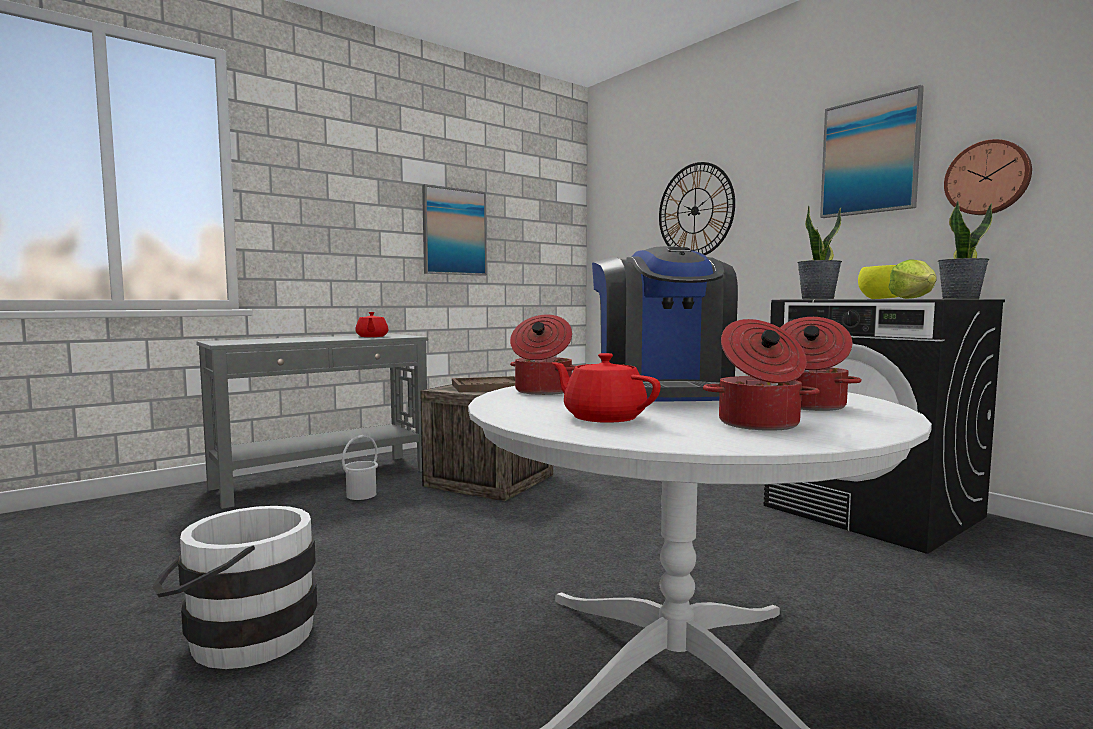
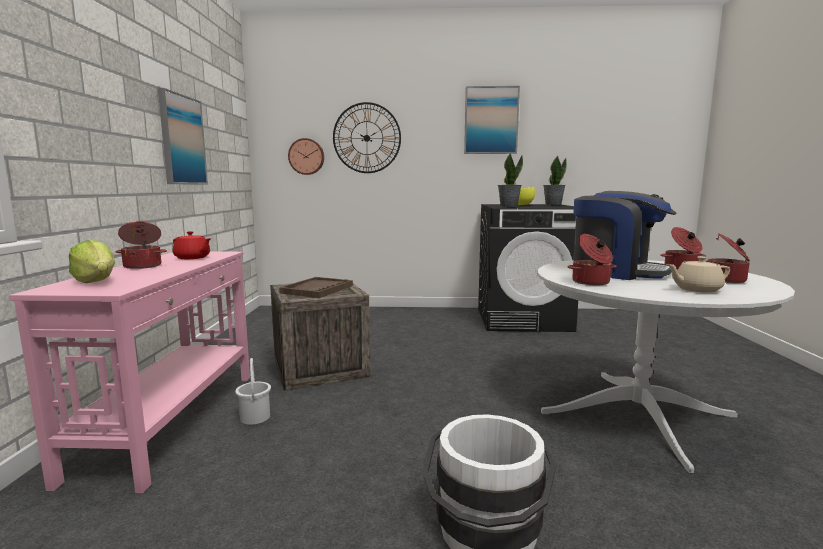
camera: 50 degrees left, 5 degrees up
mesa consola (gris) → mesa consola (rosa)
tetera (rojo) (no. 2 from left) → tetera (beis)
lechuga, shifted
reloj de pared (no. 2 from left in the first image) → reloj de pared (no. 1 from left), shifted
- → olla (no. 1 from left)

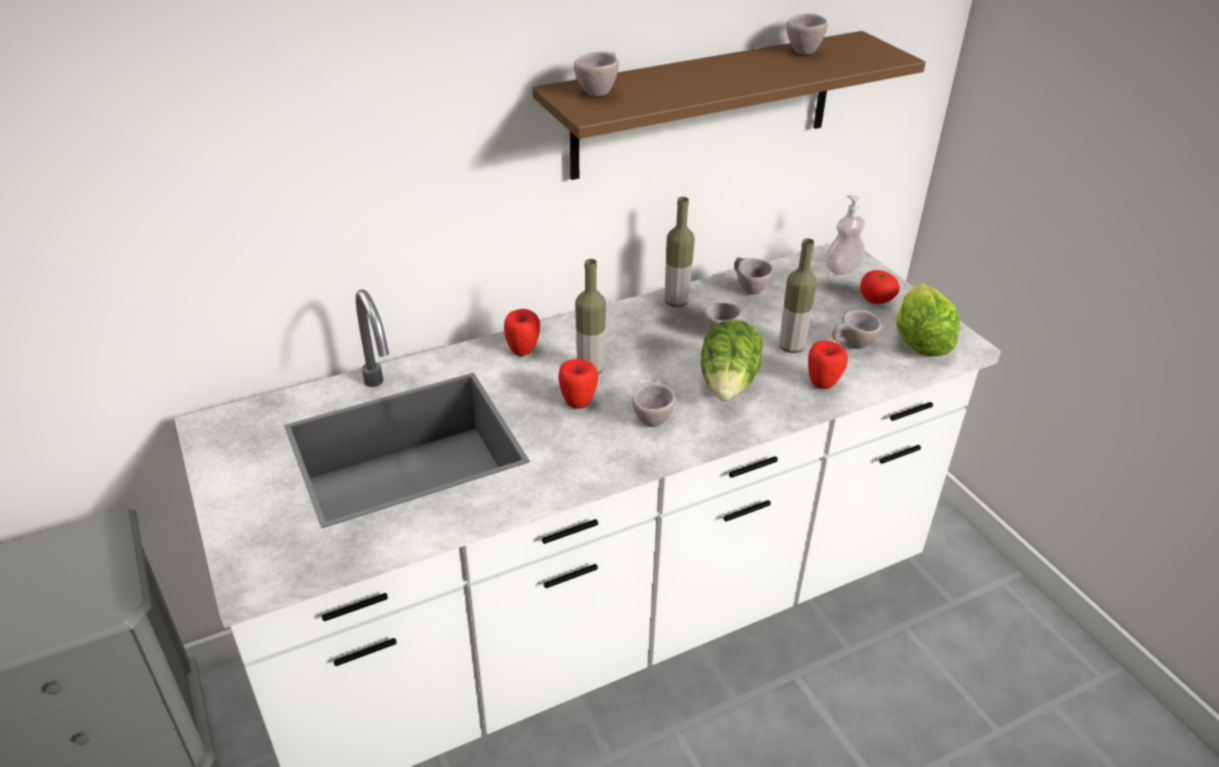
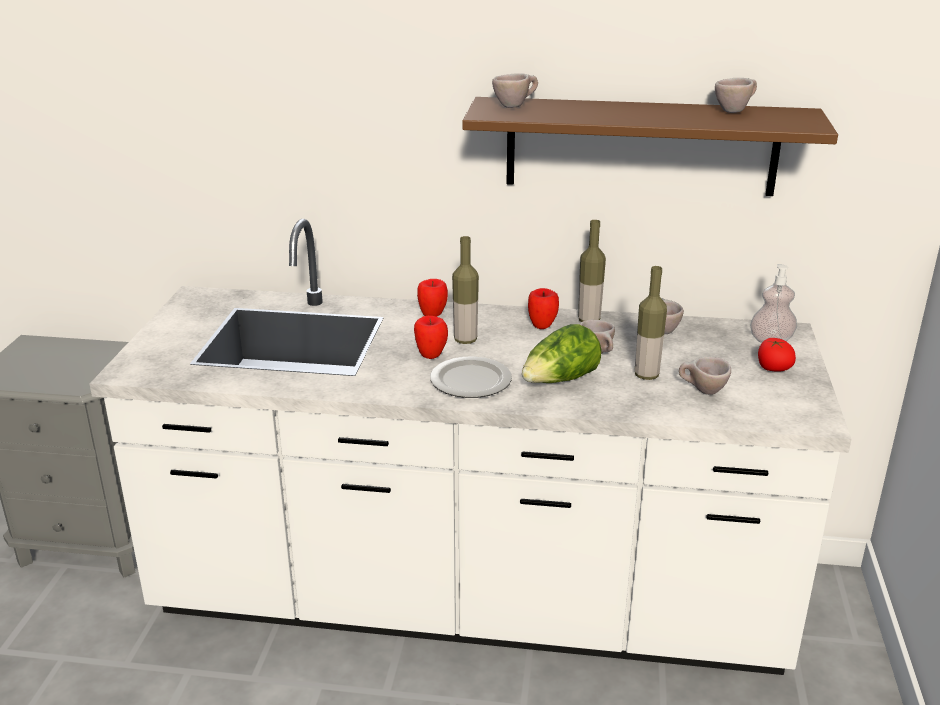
camera: 35 degrees right, 10 degrees down
taza (beis) (no. 2 from left) → plato
manzana (no. 3 from left), shifted
lechuga (no. 2 from left) → -

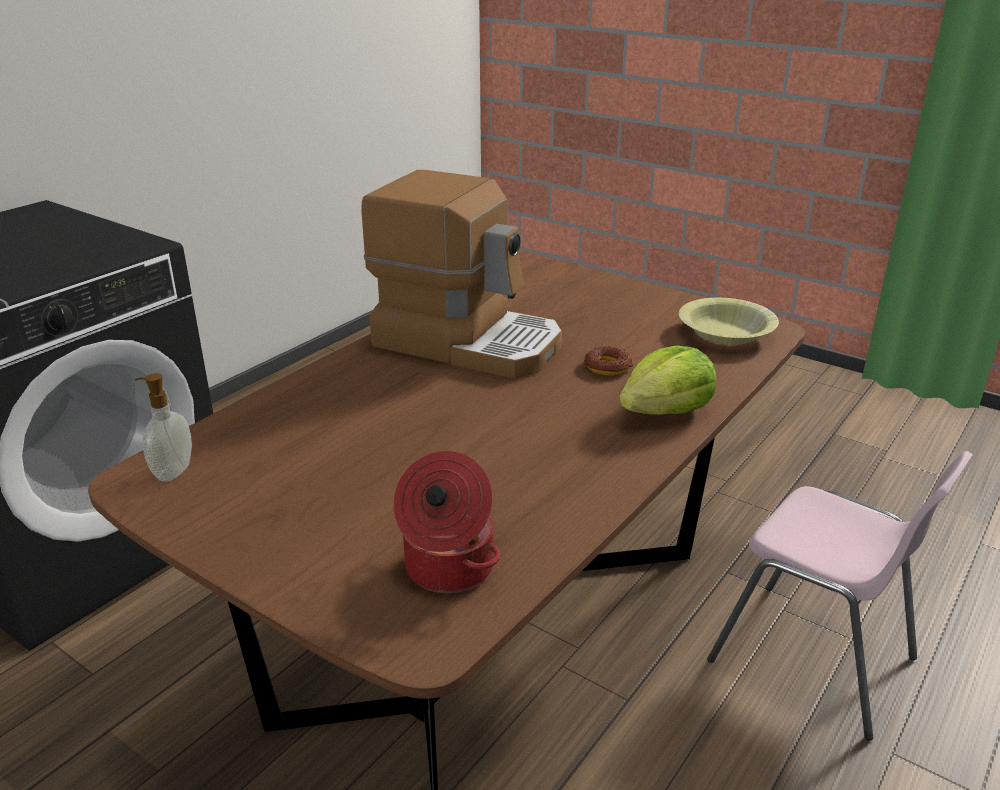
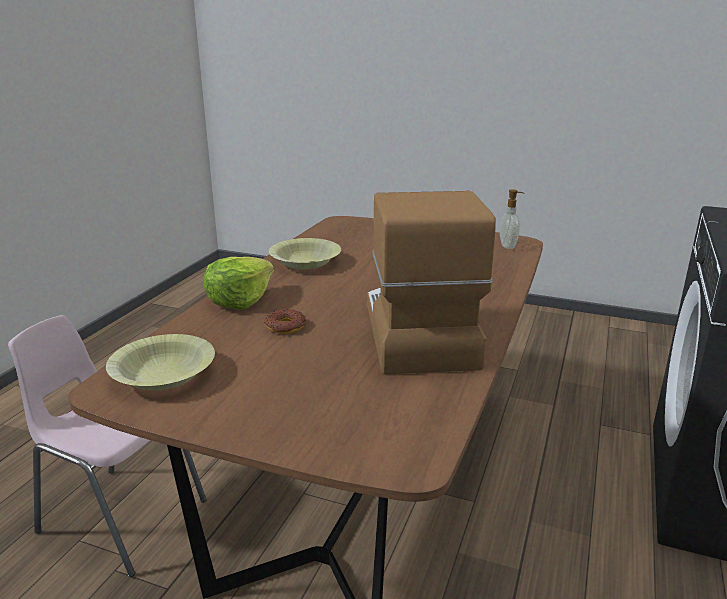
camera: 165 degrees right, 5 degrees down
cafetera, 75 degrees clockwise
olla → -
- → cuenco (amarillo) (no. 2 from left)

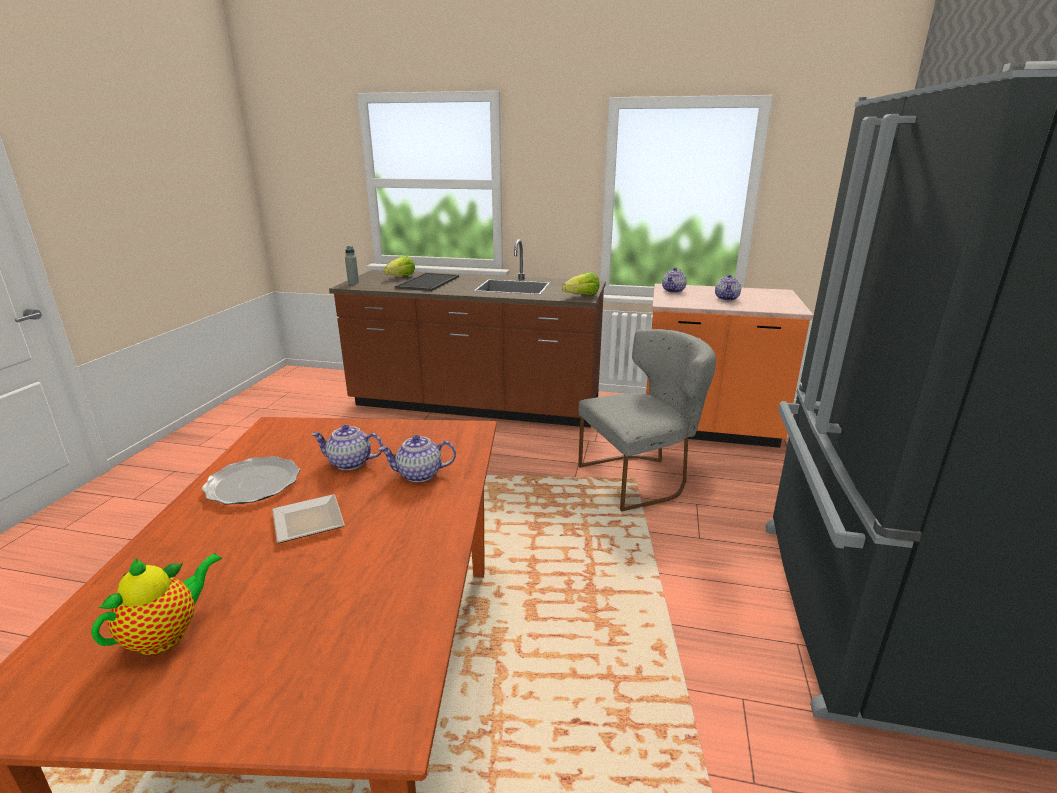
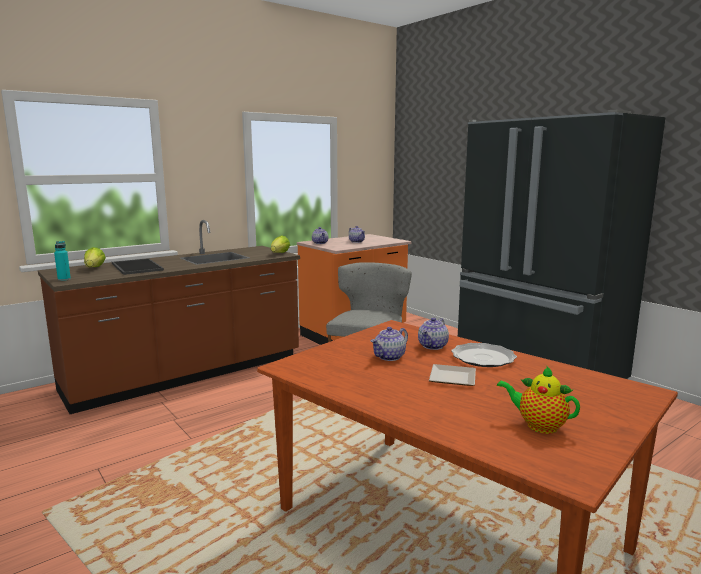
camera: 50 degrees left, 10 degrees down
tetera (no. 1 from left in the first image) → tetera (no. 5 from left), 45 degrees counterclockwise
plato (no. 1 from left in the first image) → plato (no. 2 from left), shifted
botella (gris) → botella (turquesa)

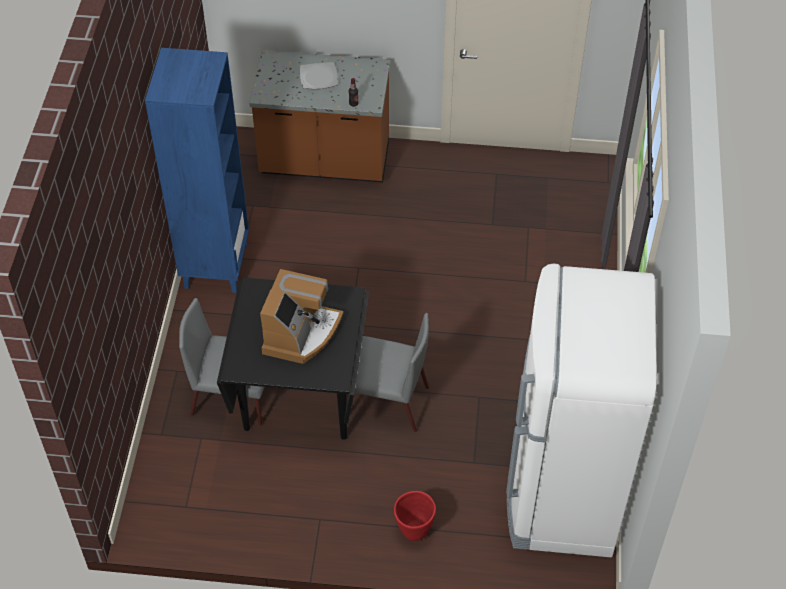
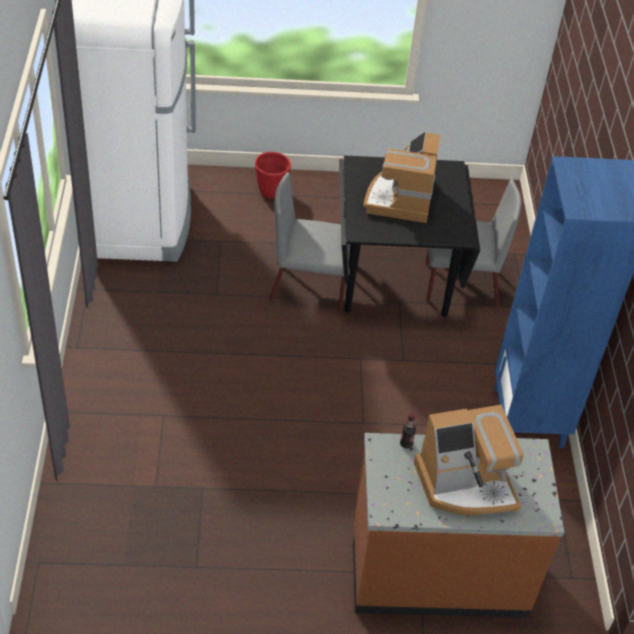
camera: 170 degrees right, 5 degrees down
plato → cafetera (no. 2 from left)

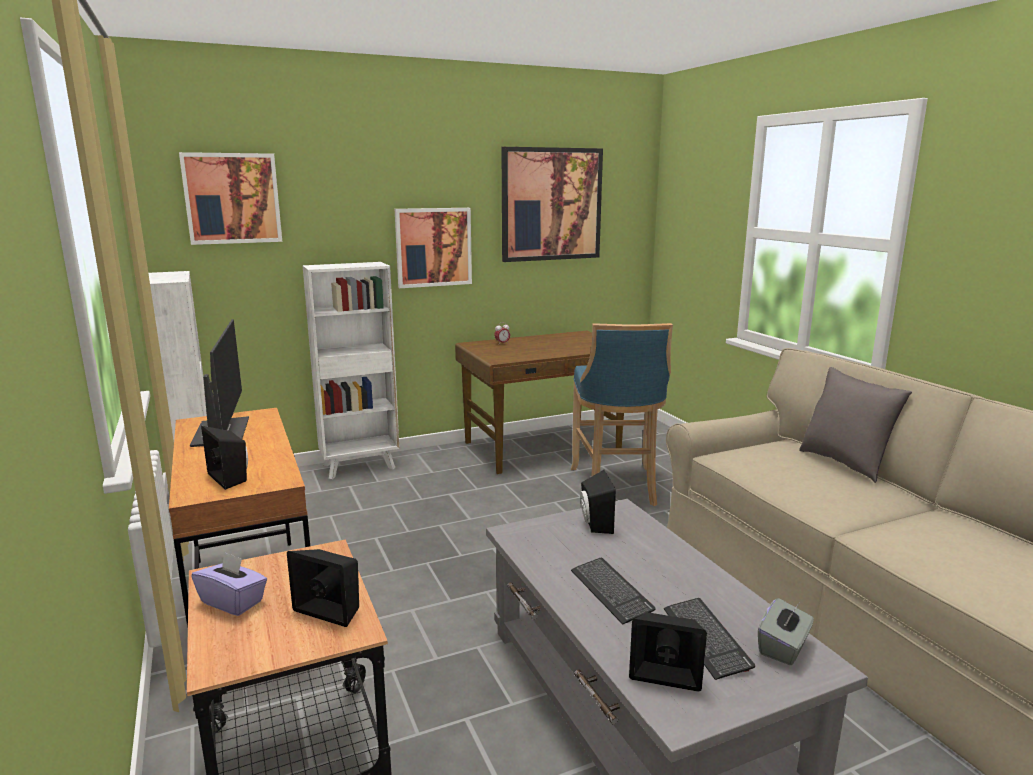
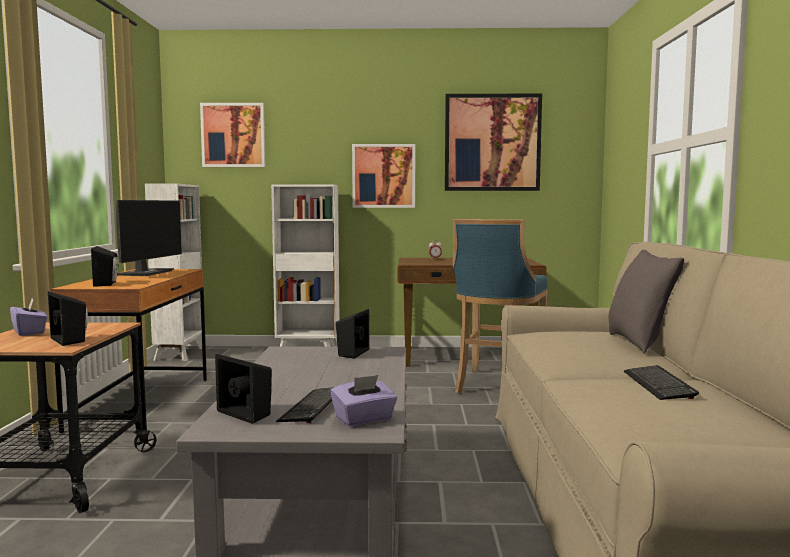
camera: 25 degrees right, 10 degrees down
teclado (no. 1 from left in the first image) → teclado (no. 2 from left), shifted
caja de pañuelos (gris) → caja de pañuelos (morado) (no. 2 from left)

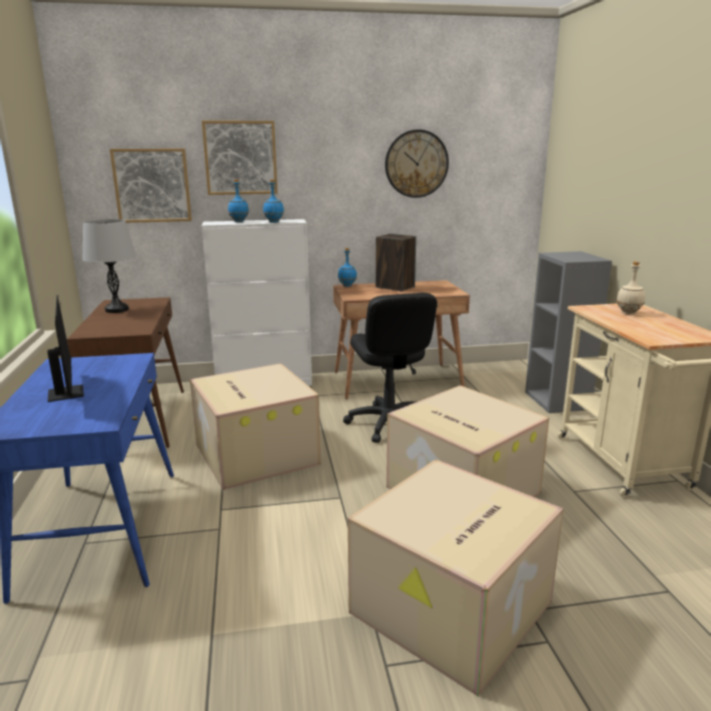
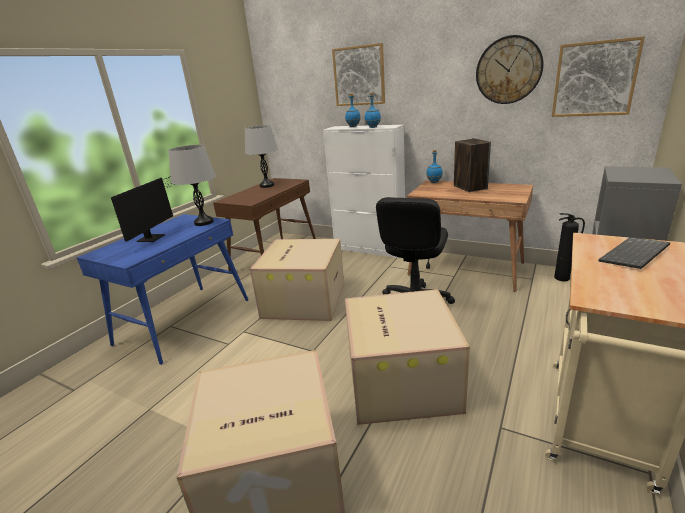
camera: 40 degrees right, 5 degrees up
cuadro (no. 1 from left in the first image) → cuadro (no. 2 from left), shifted
botella (beis) → teclado
- → lámpara de mesa (gris) (no. 1 from left)
- → extintor

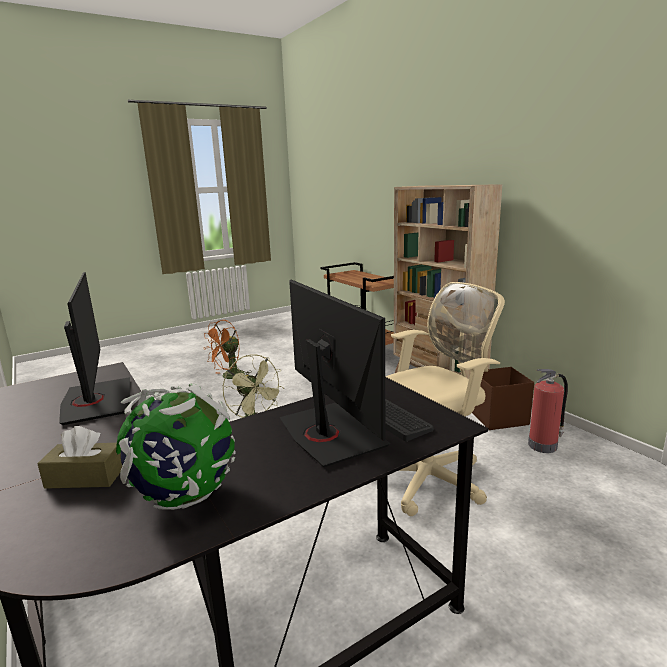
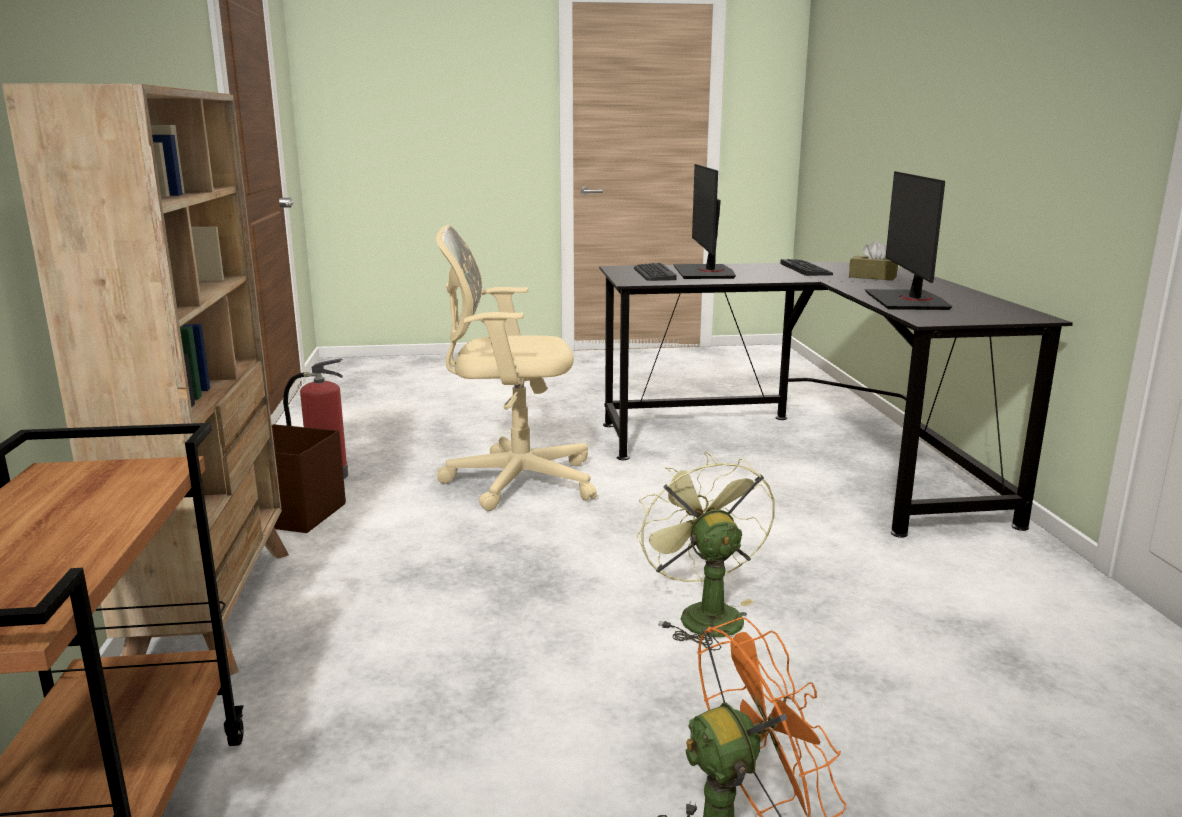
camera: 155 degrees left, 0 degrees up
globo terráqueo → teclado (no. 2 from left)

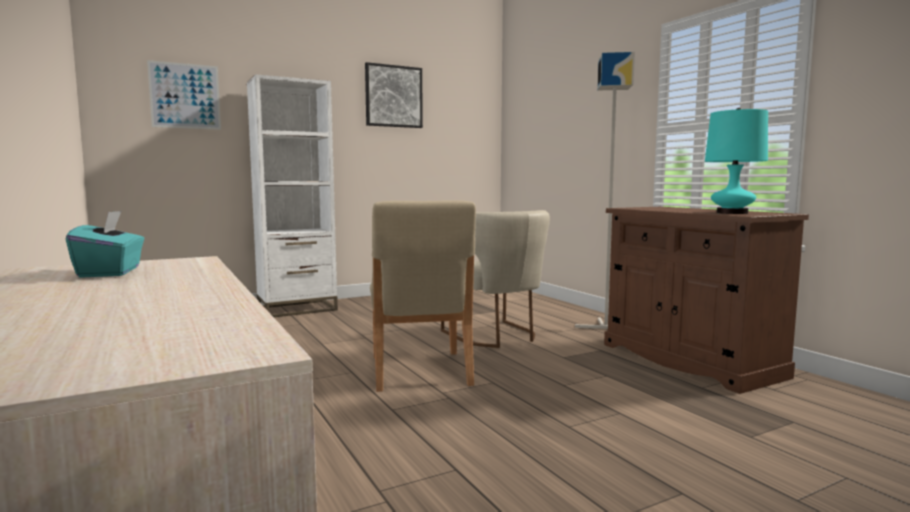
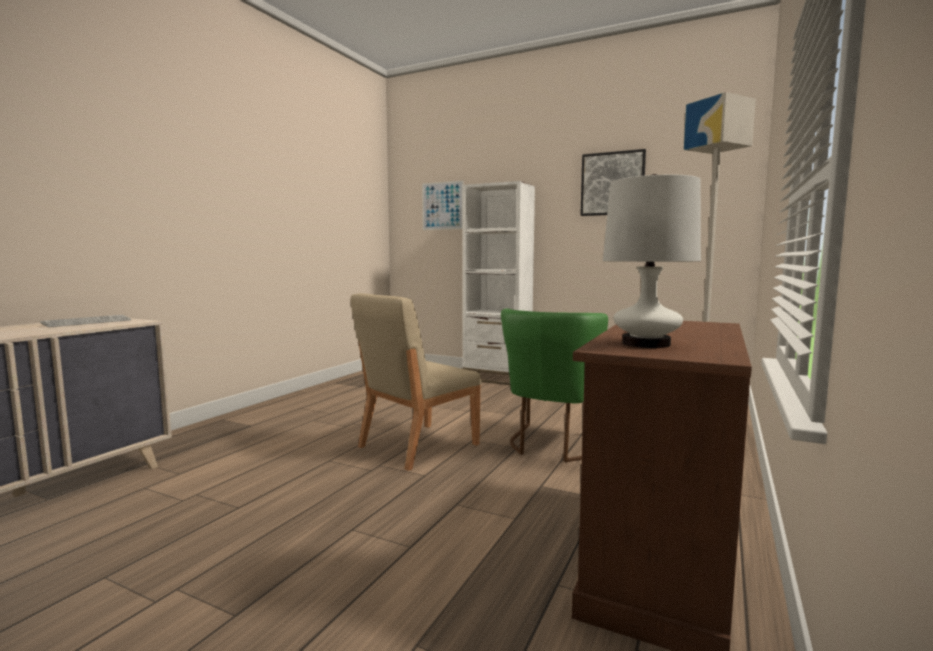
camera: 55 degrees right, 0 degrees up
caja de pañuelos (turquesa) → teclado
silla (beis) (no. 2 from left) → silla (verde)
lámpara de mesa (turquesa) → lámpara de mesa (blanco)

